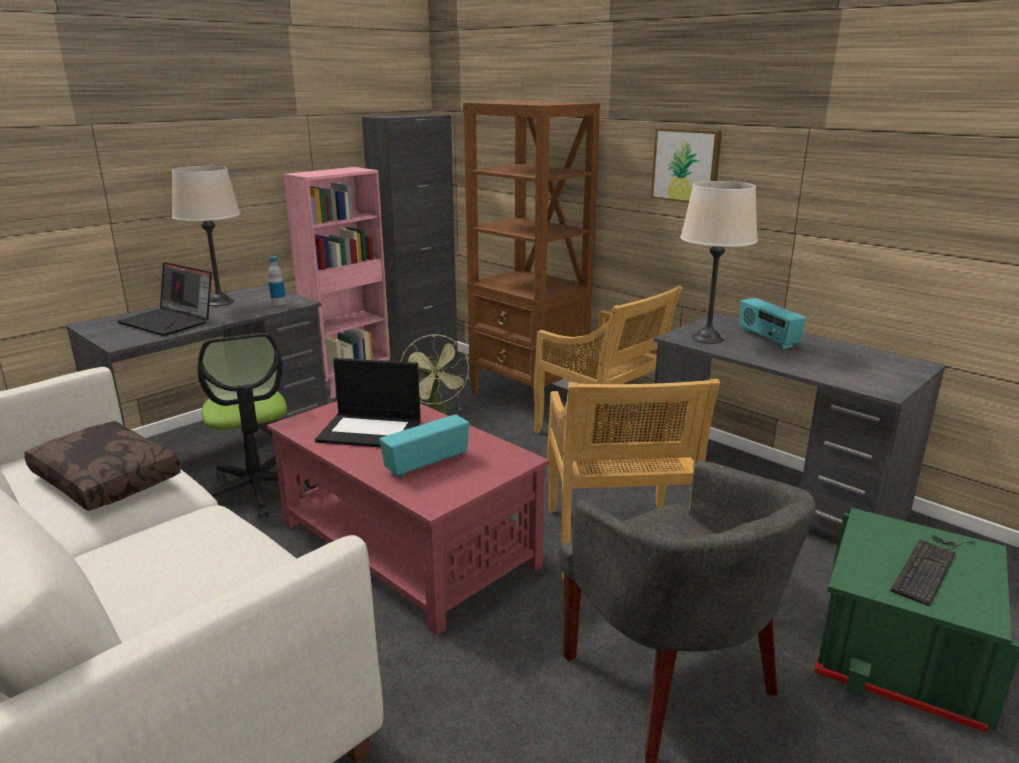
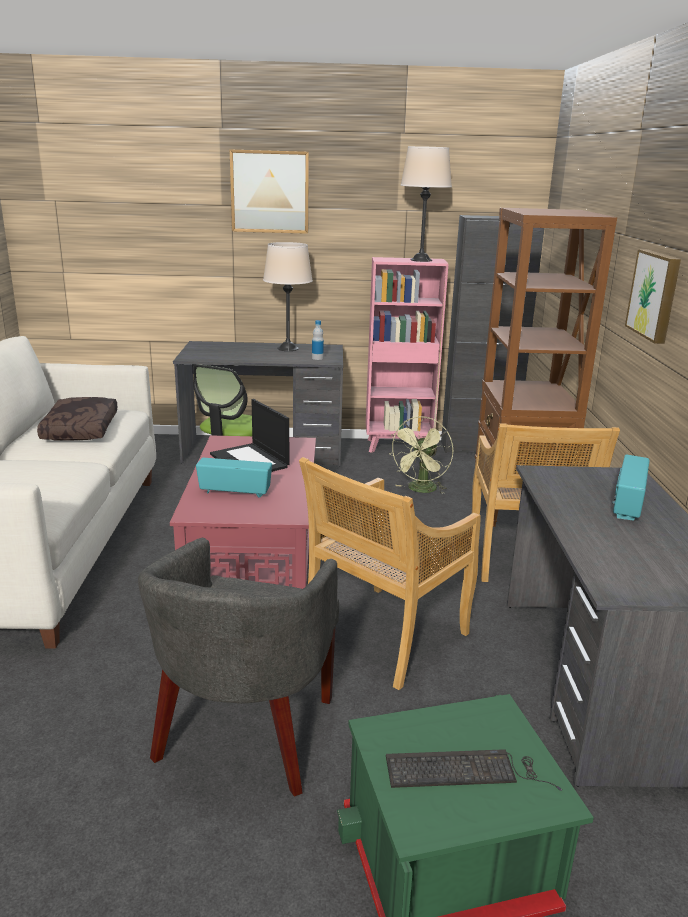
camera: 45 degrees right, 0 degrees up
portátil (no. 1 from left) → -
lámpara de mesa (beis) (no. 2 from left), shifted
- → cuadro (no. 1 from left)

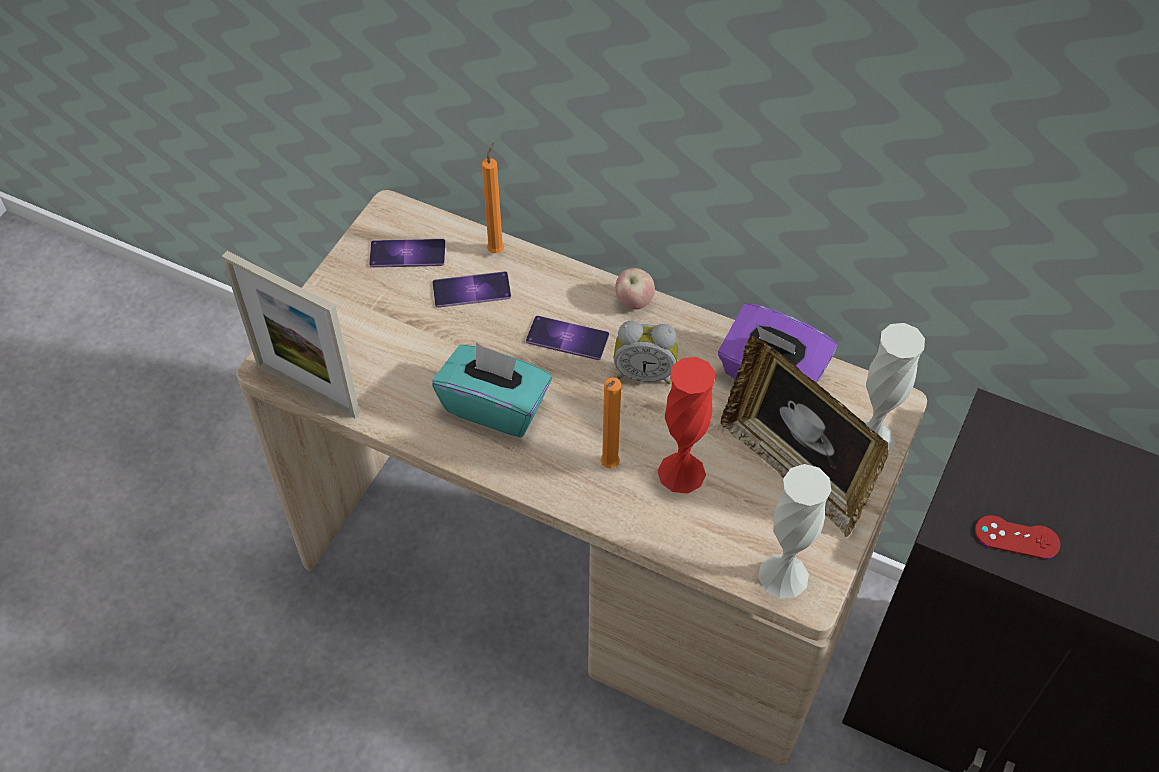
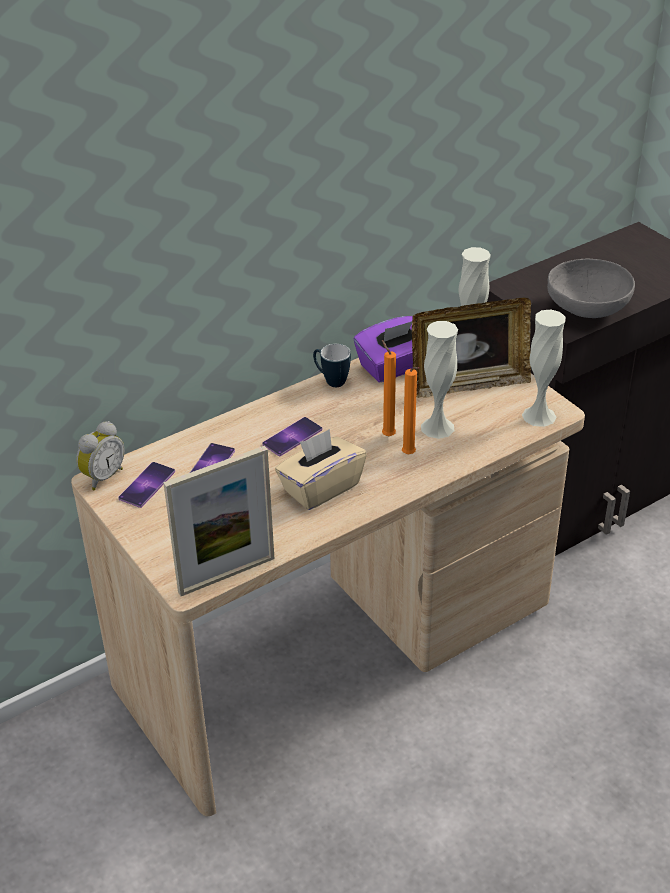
camera: 60 degrees left, 15 degrees down
caja de pañuelos (turquesa) → caja de pañuelos (beis)
vela (naranja) (no. 1 from left), shifted
despertador, shifted
manzana → -
florero (rojo) → florero (blanco) (no. 1 from left)
mando de consola (rojo) → cuenco (gris)
- → taza grande

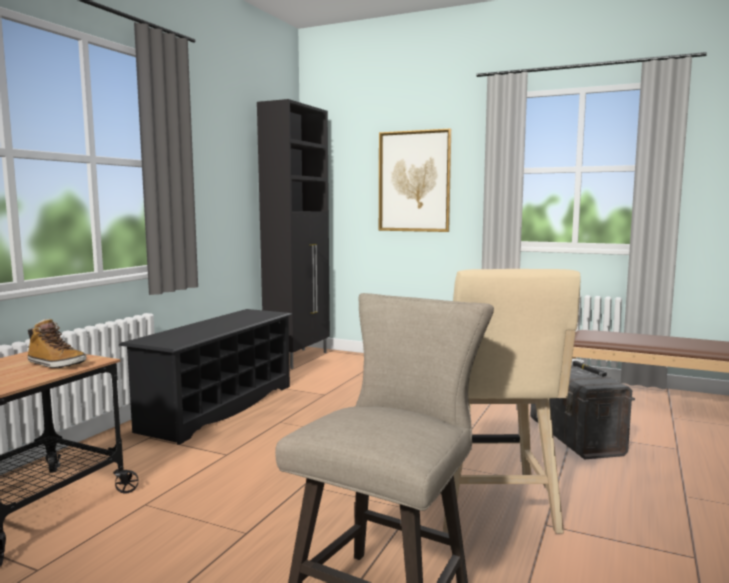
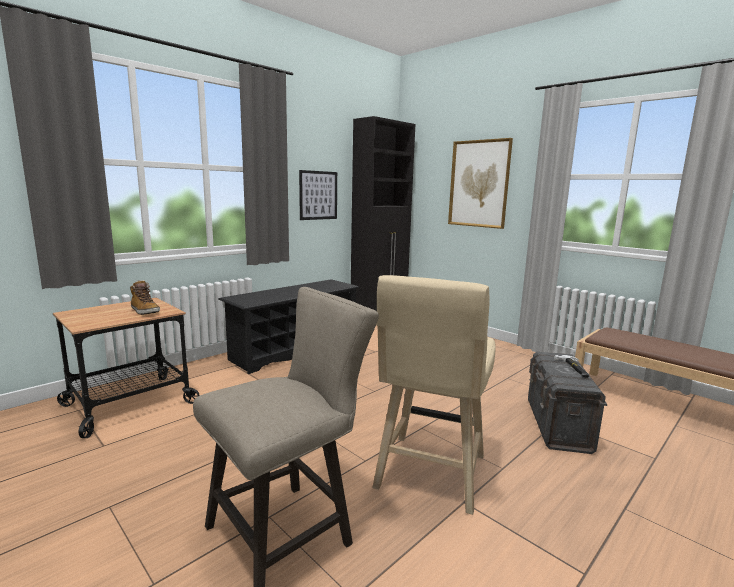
camera: 20 degrees right, 5 degrees up
- → cuadro (no. 1 from left)

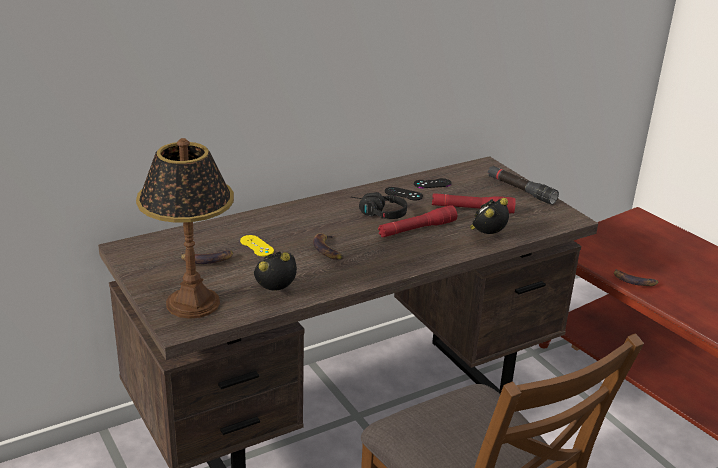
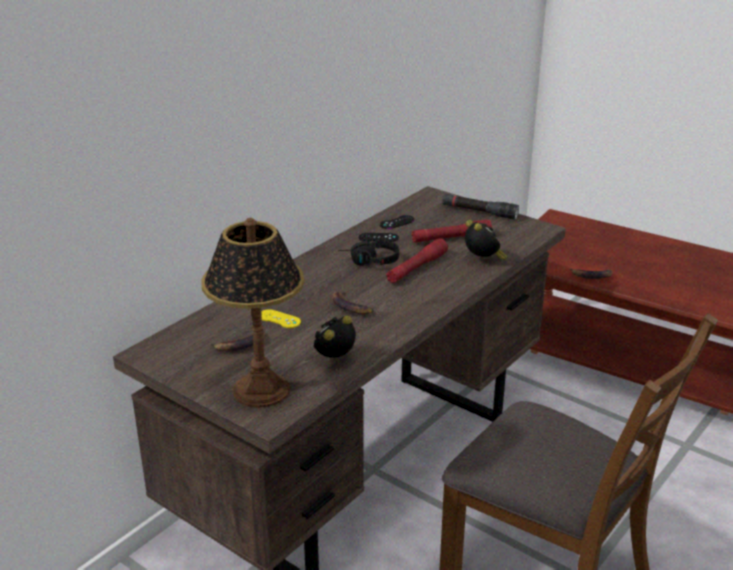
camera: 20 degrees left, 0 degrees up
despertador (no. 2 from left), 135 degrees clockwise

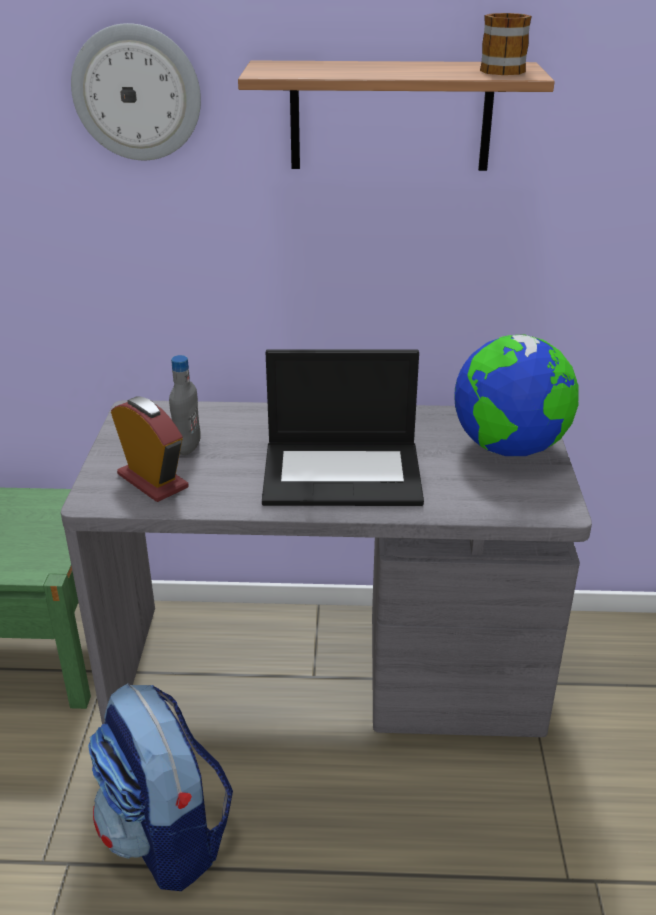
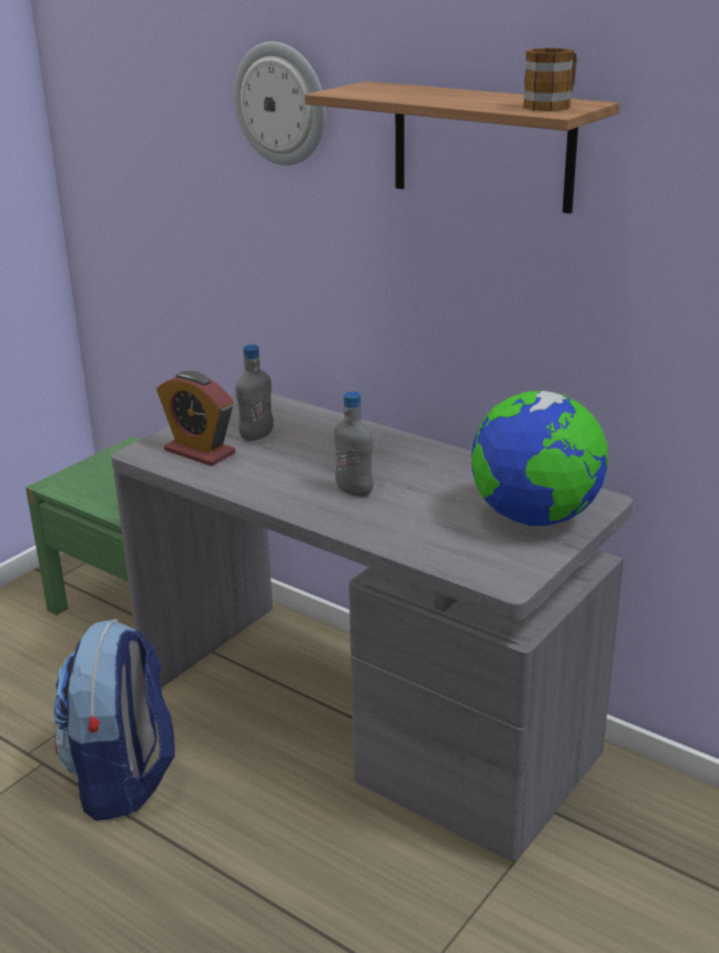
camera: 35 degrees right, 5 degrees down
despertador, 135 degrees clockwise
portátil → botella (gris) (no. 2 from left)

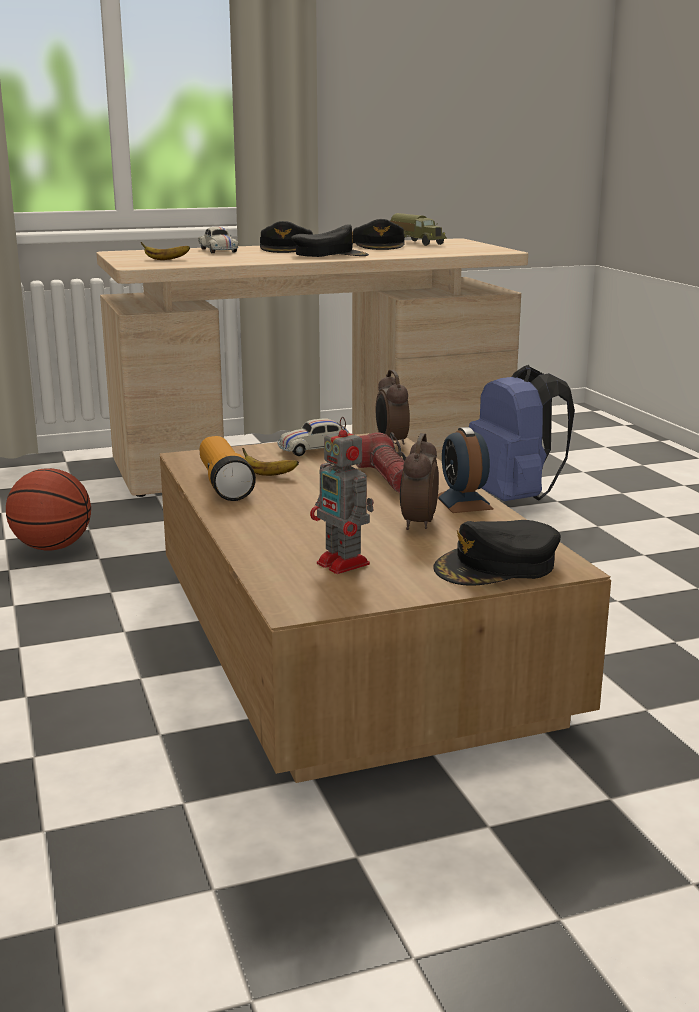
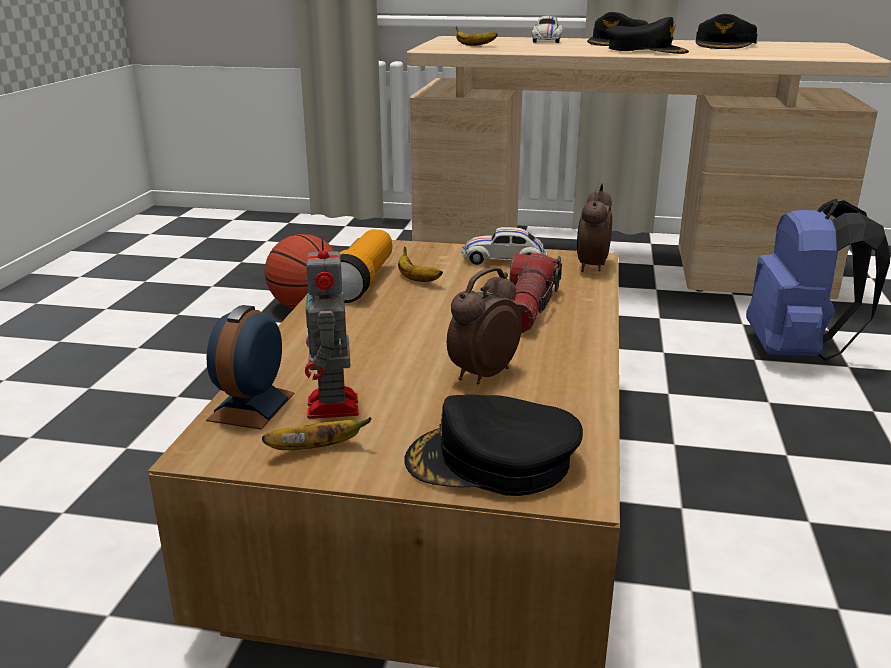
camera: 30 degrees right, 5 degrees up
camión de juguete → -
despertador (no. 3 from left in the first image) → despertador (no. 1 from left), shifted
- → plátano (no. 1 from left)

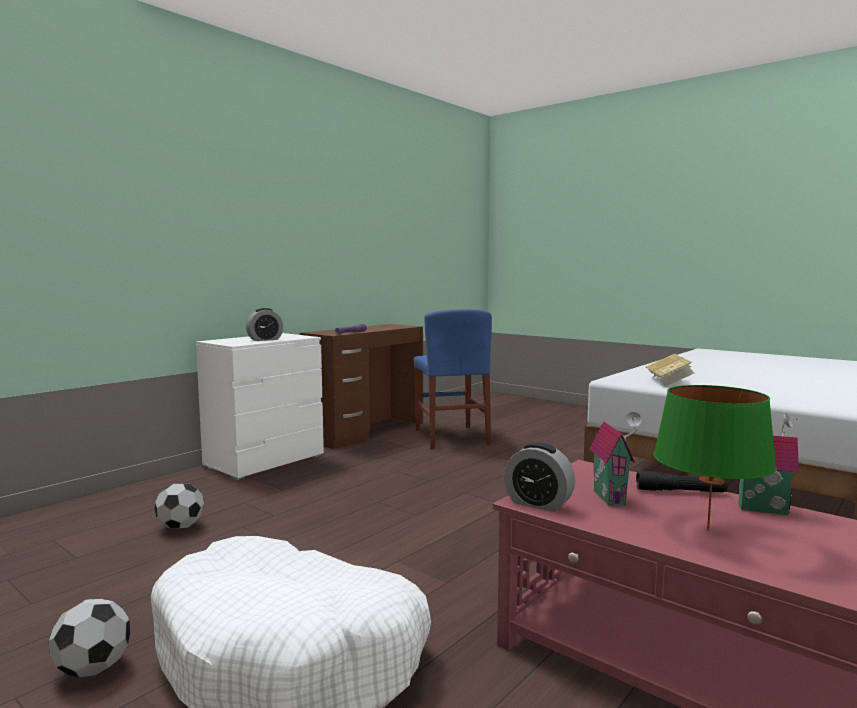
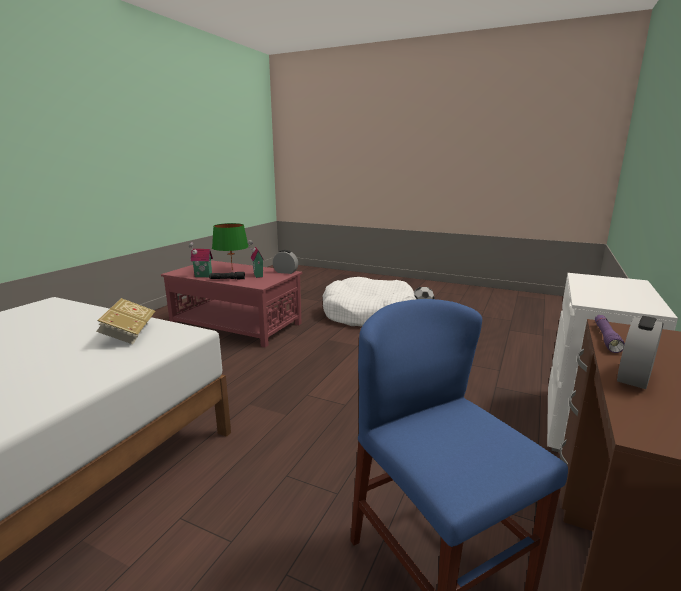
camera: 165 degrees right, 10 degrees up
balón de fútbol (no. 2 from left) → -
despertador (no. 1 from left in the first image) → despertador (no. 2 from left), shifted

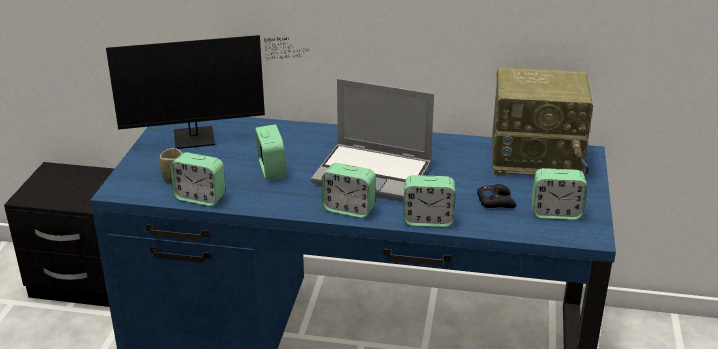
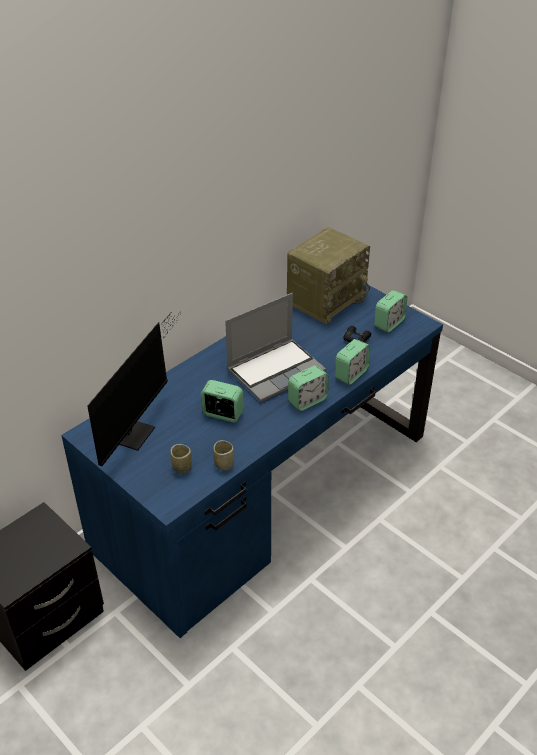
camera: 55 degrees left, 10 degrees up
despertador (no. 1 from left) → taza (no. 2 from left)

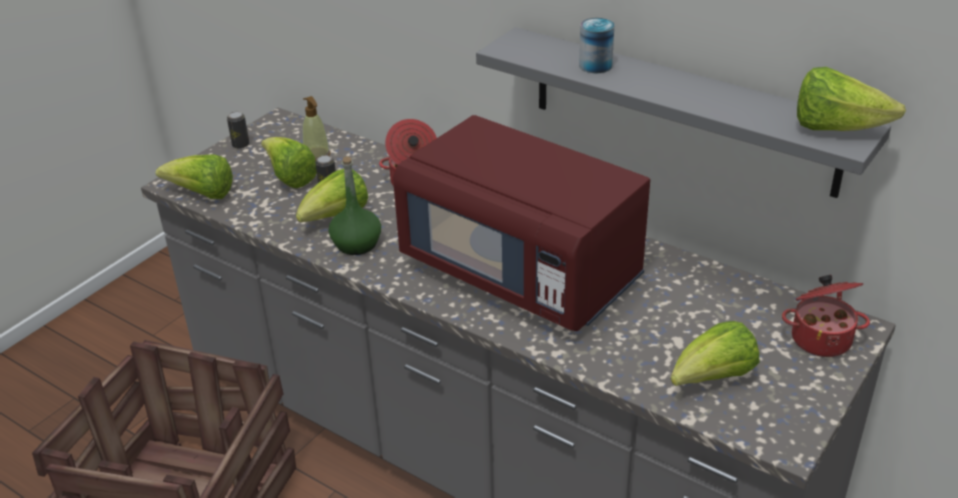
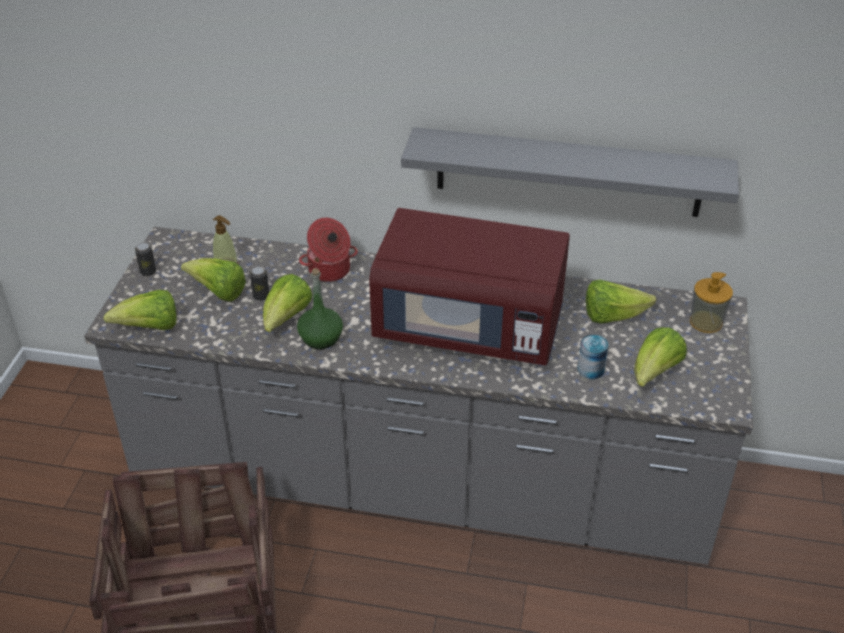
camera: 25 degrees left, 5 degrees up
lata (no. 3 from left), shifted
olla (no. 2 from left) → dispensador de jabón (no. 2 from left)
lechuga (no. 5 from left in the first image) → lechuga (no. 4 from left), shifted

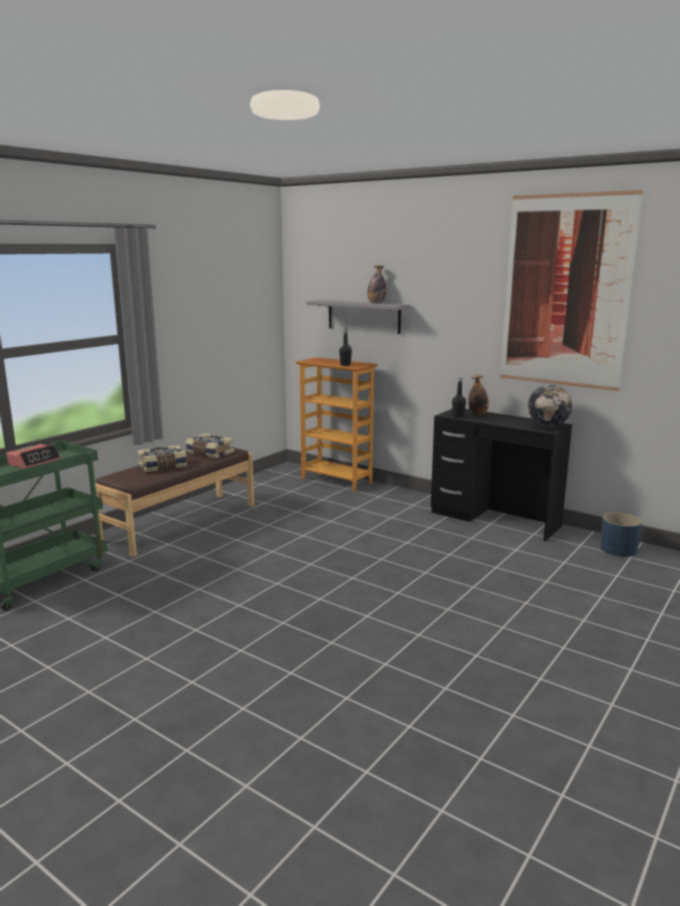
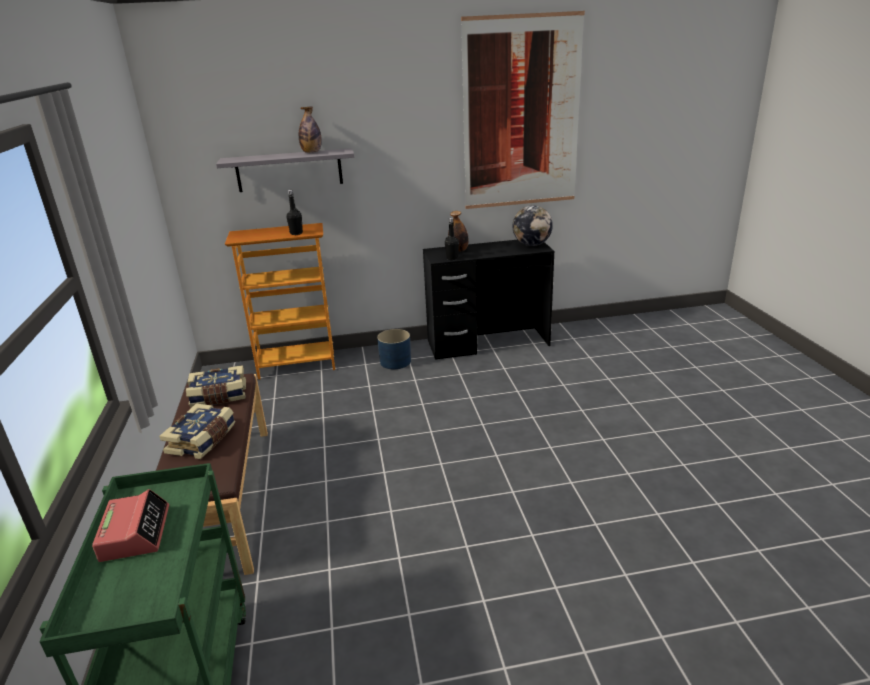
camera: 45 degrees left, 10 degrees up
maceta (azul), shifted

